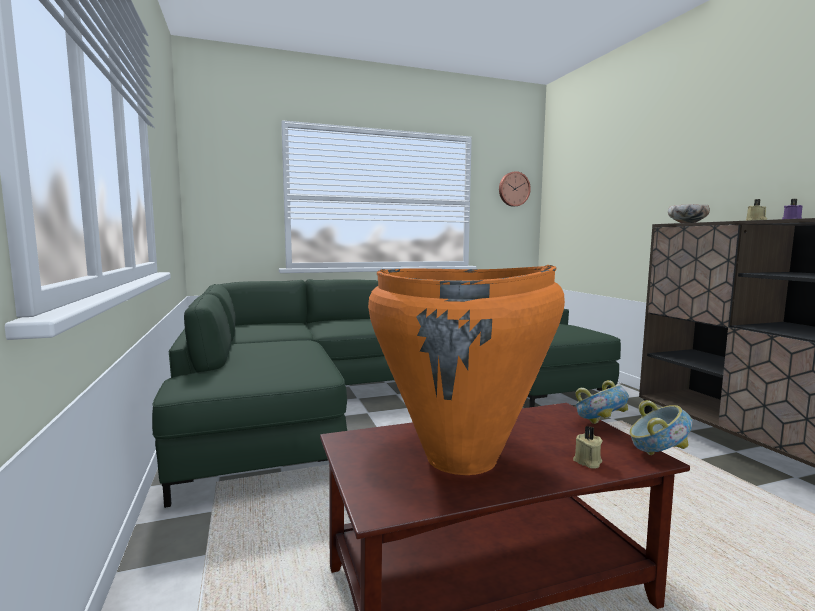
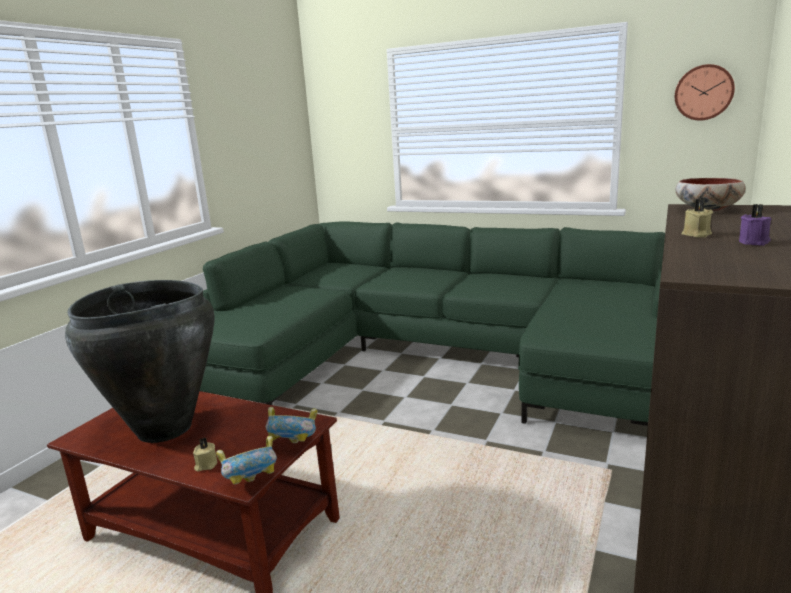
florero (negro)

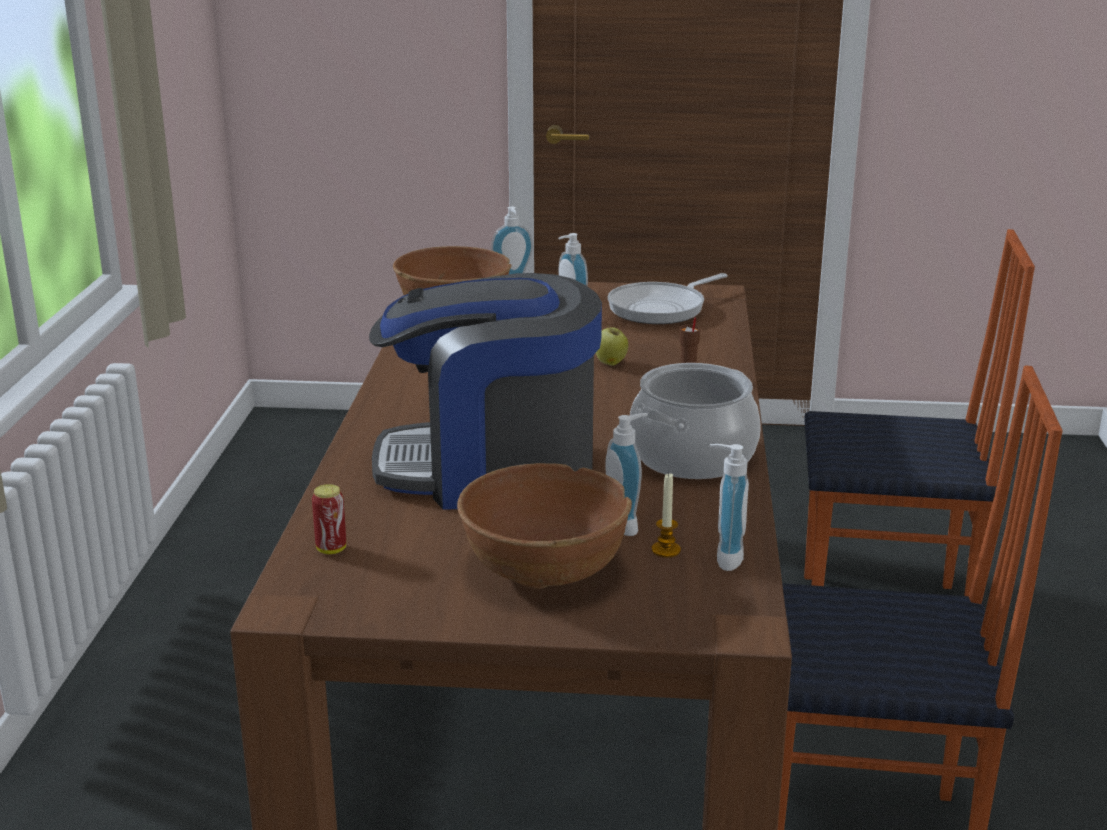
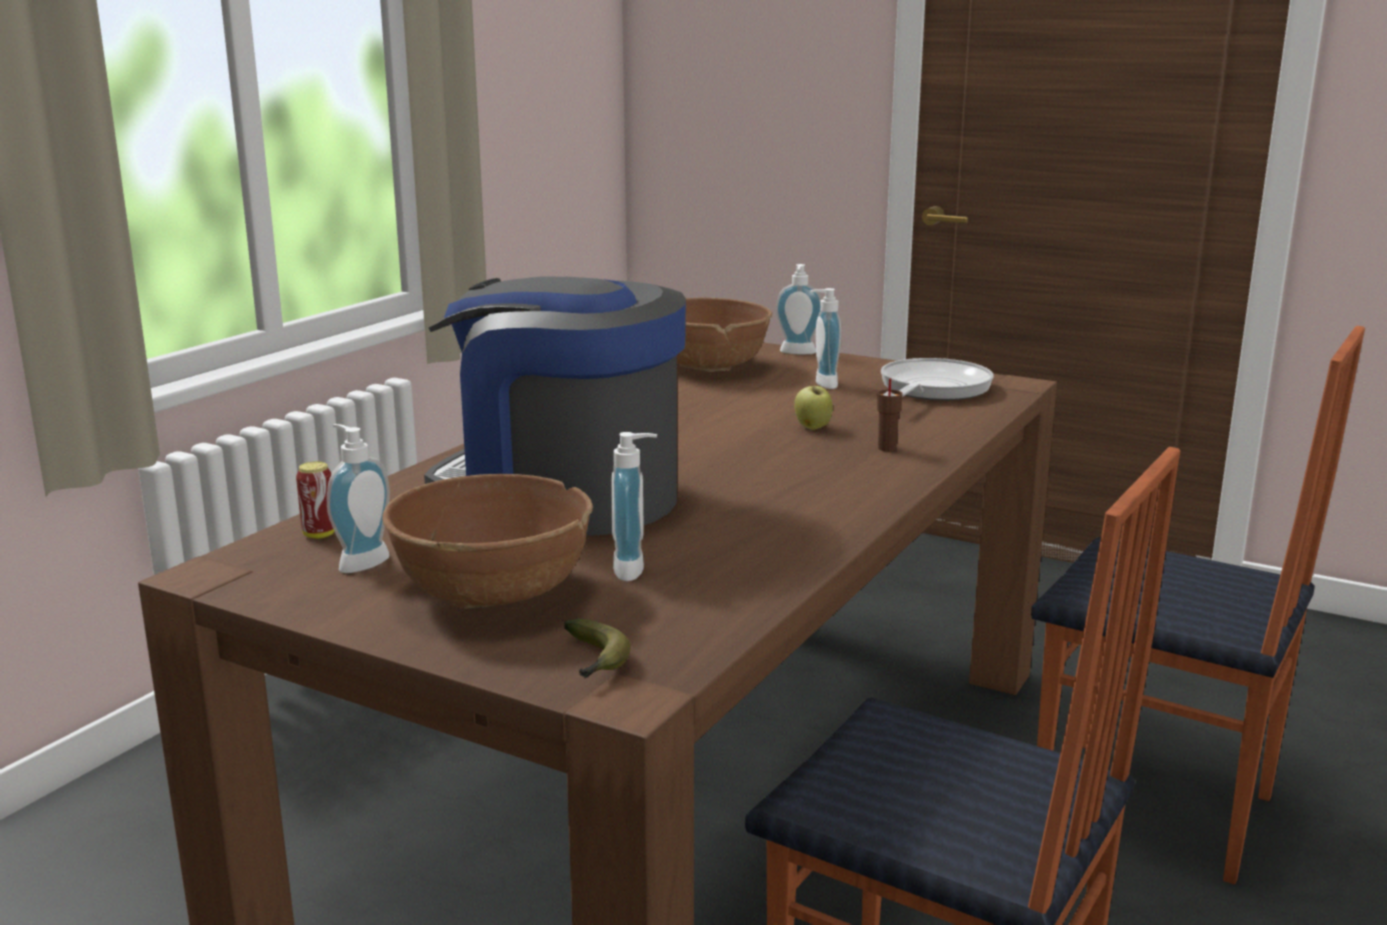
sartén
olla
vela
dispensador de jabón (no. 1 from left)
plátano

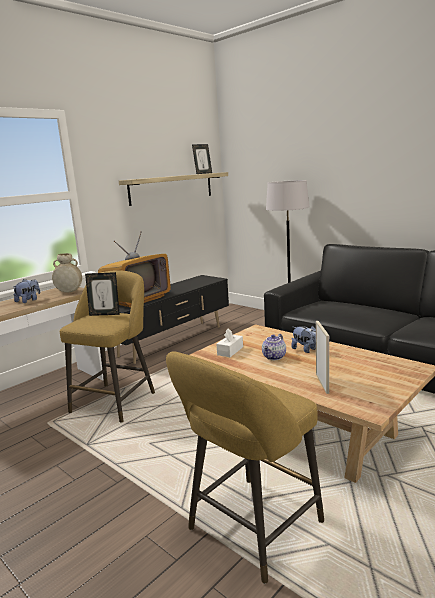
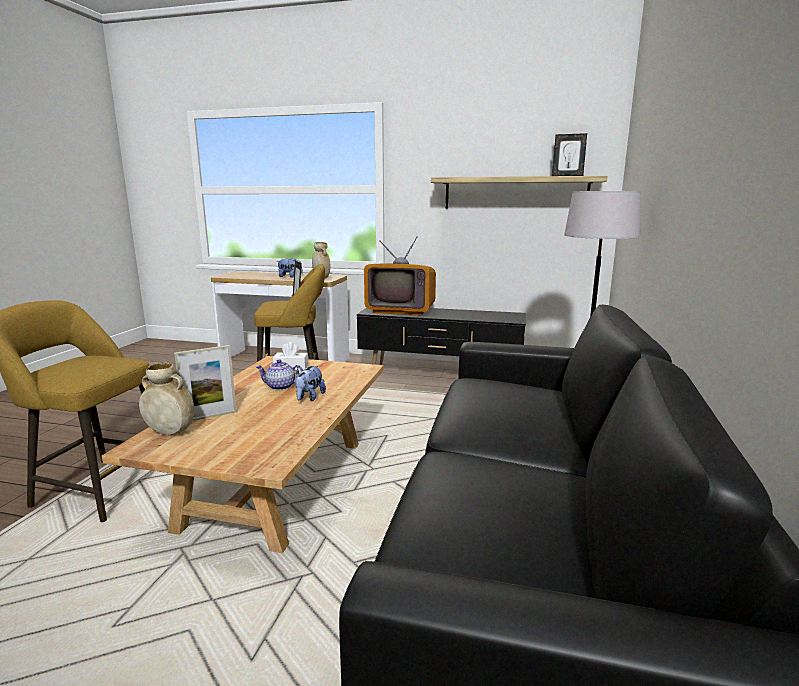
florero (beis) (no. 1 from left)

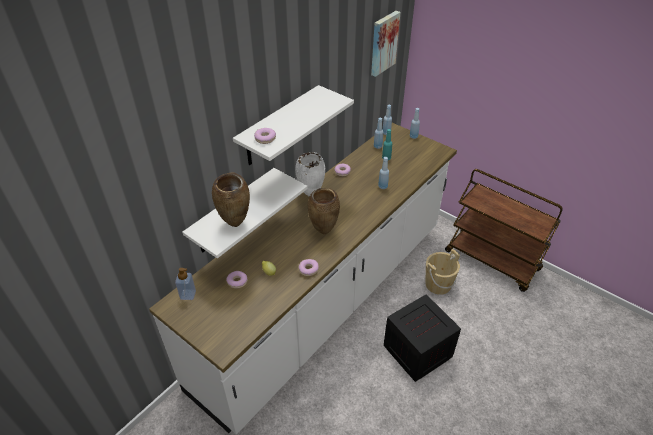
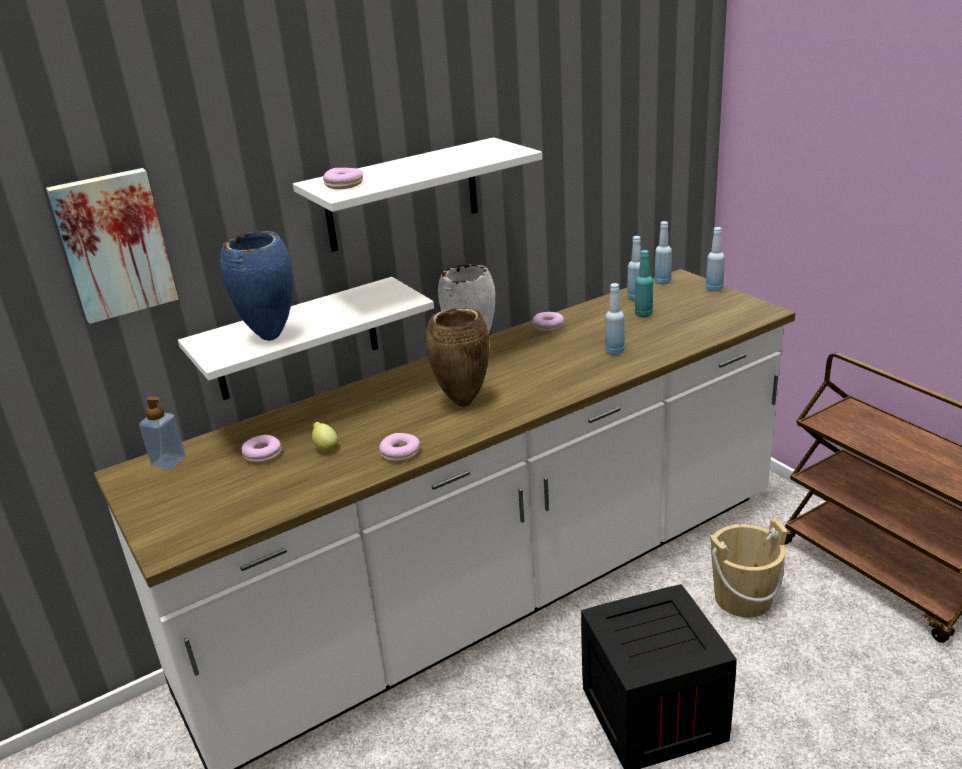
florero (azul)
cuadro

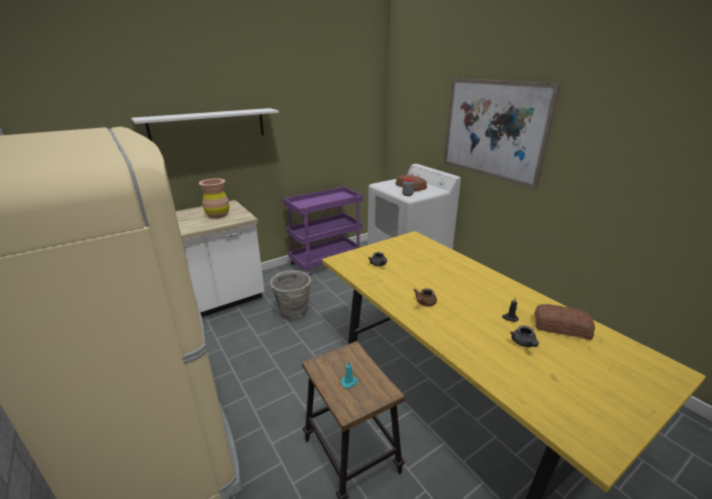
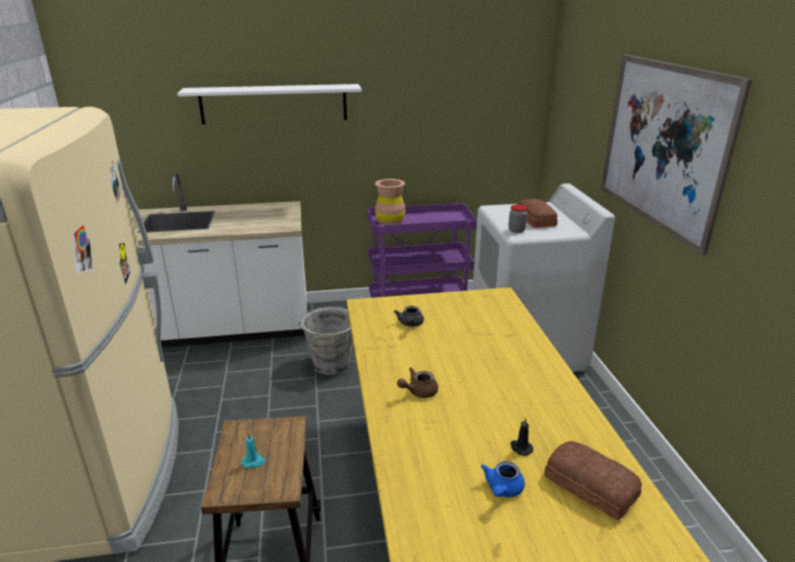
florero (marrón)
tetera (azul)

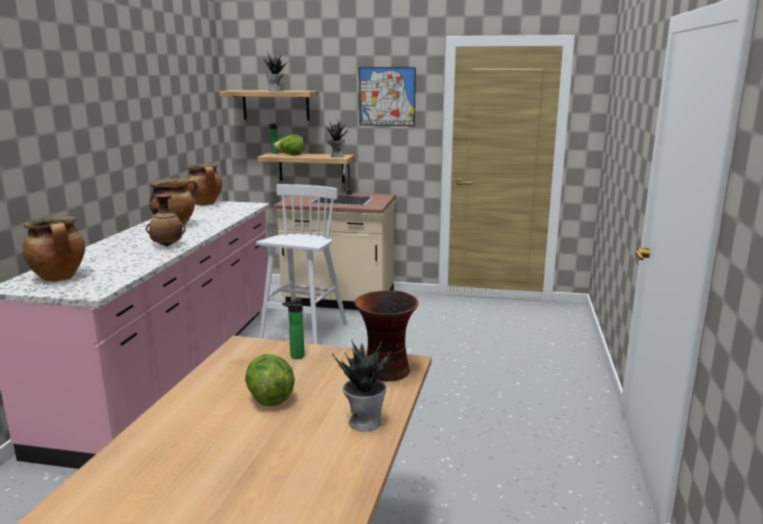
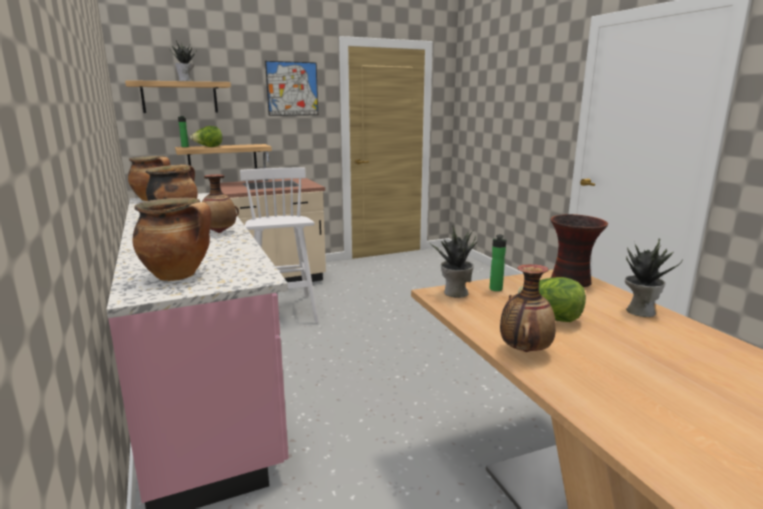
planta en maceta (no. 2 from left)
florero (no. 2 from left)

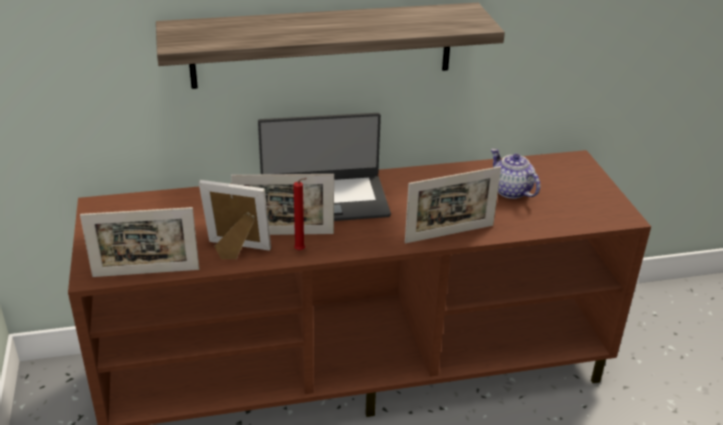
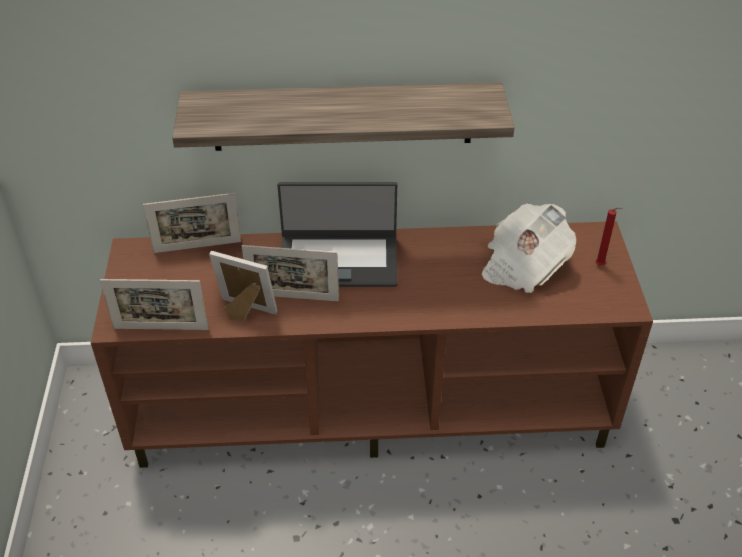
vela (rojo)
portarretratos (no. 2 from left)
periódico

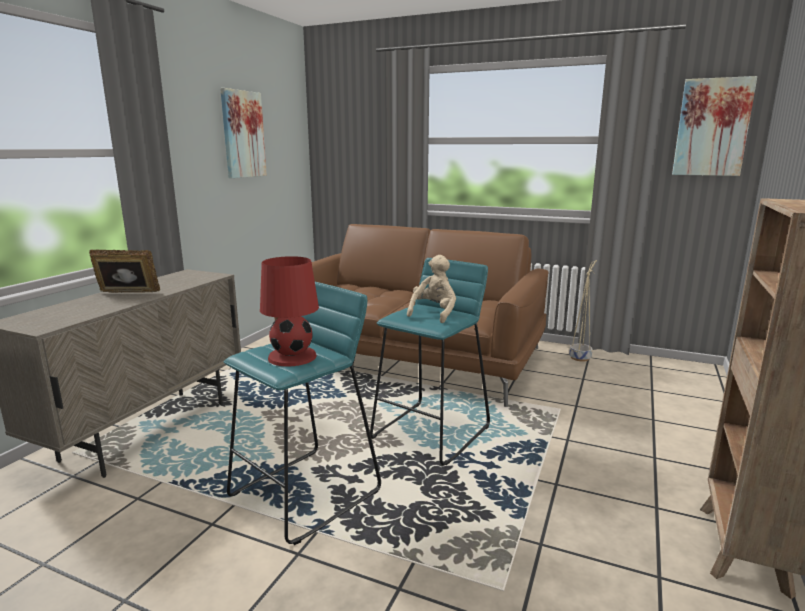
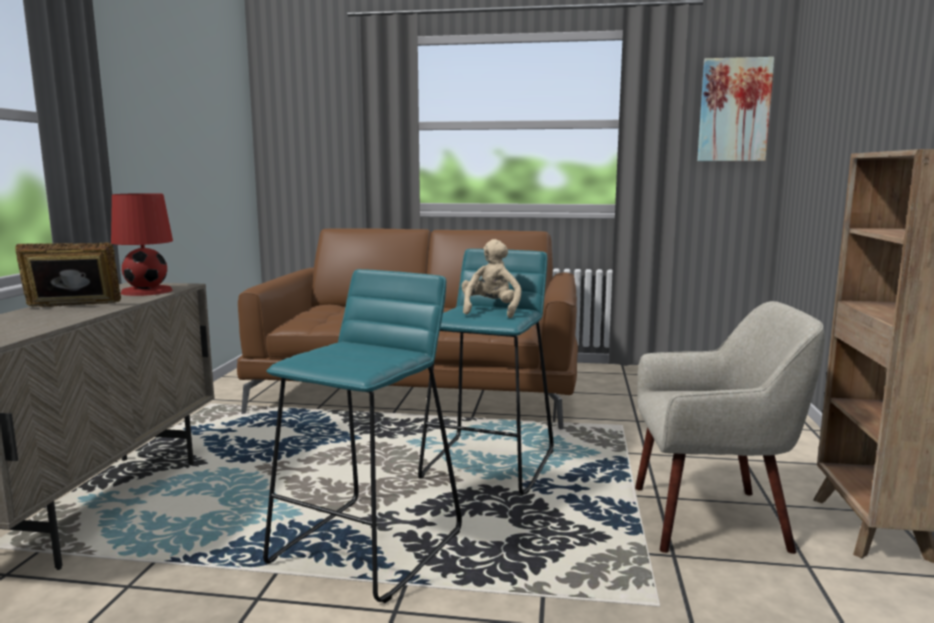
cuadro (no. 1 from left in the first image)
lámpara de mesa (rojo)
maceta (beis)
sillón (beis)

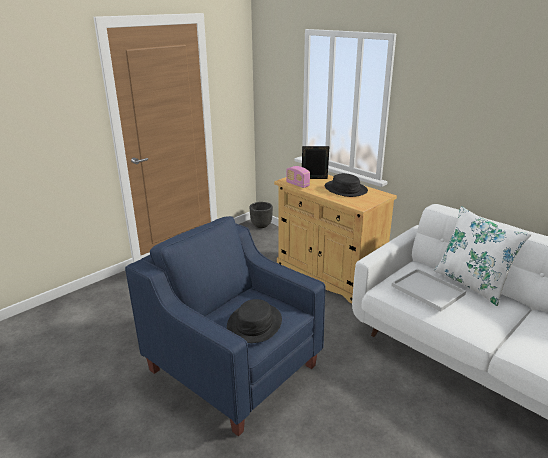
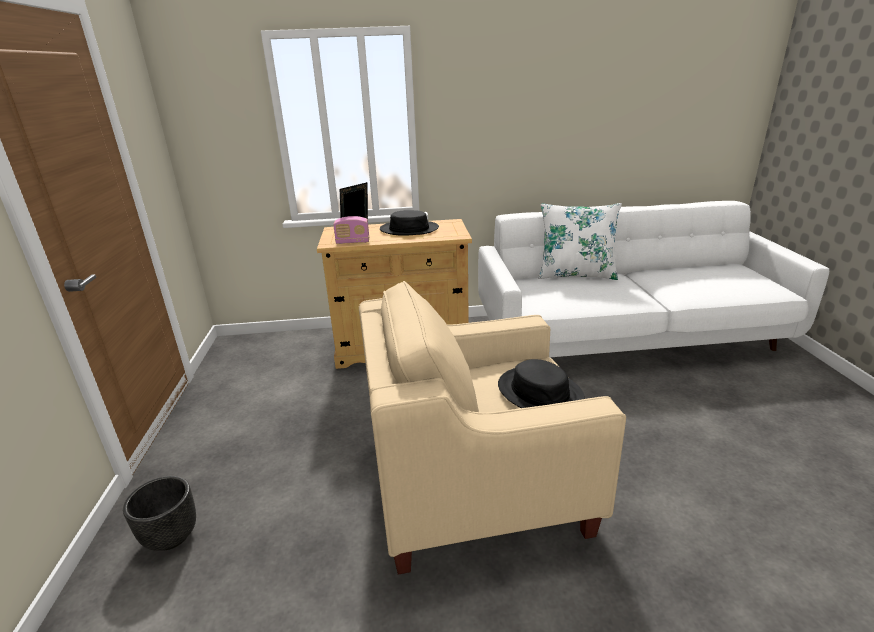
sillón (beis)
maceta (negro)
bandeja (blanco)

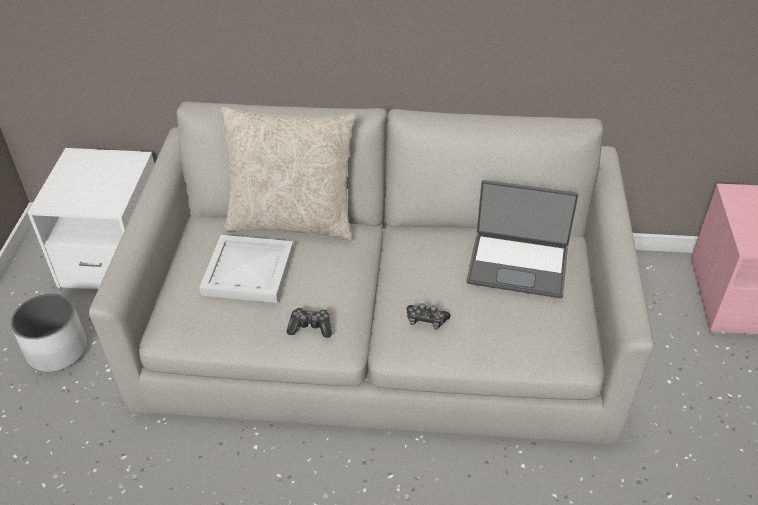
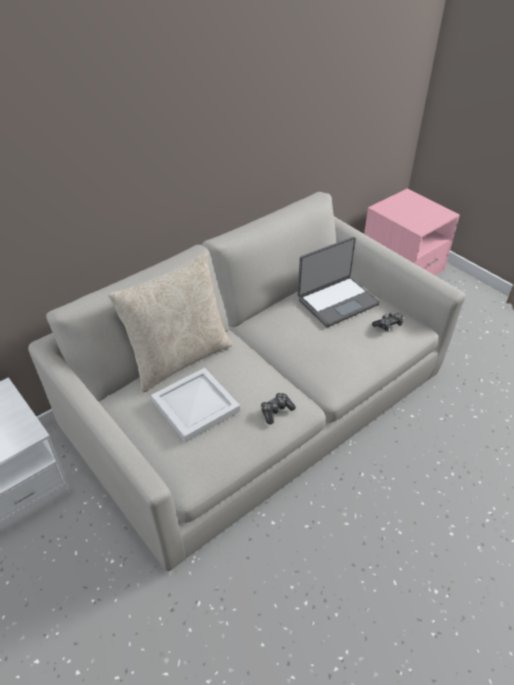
maceta (blanco)
mando de consola (no. 2 from left)

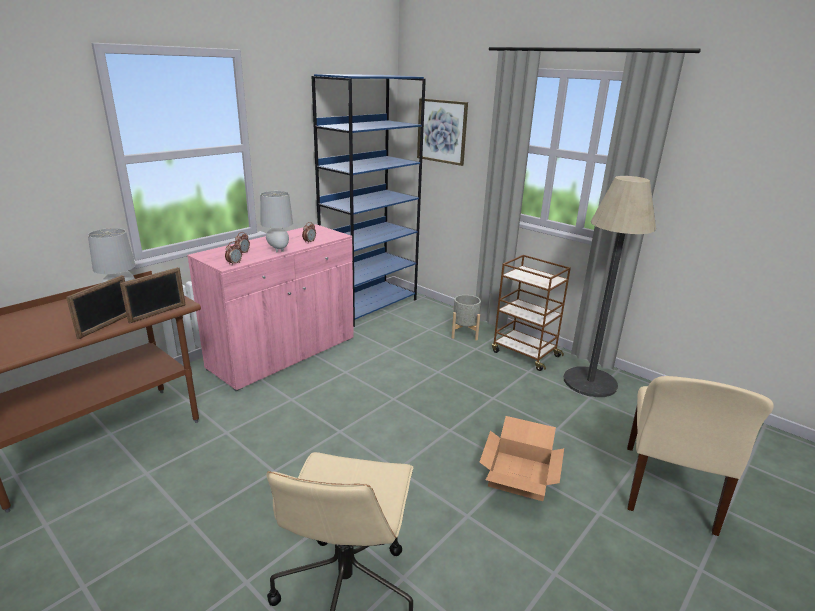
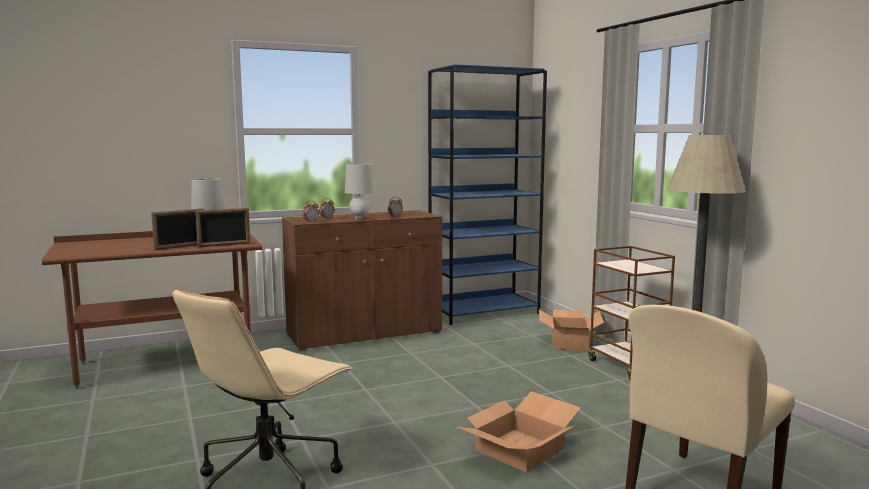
armario (marrón)
cuadro
caja de cartón (no. 2 from left)

